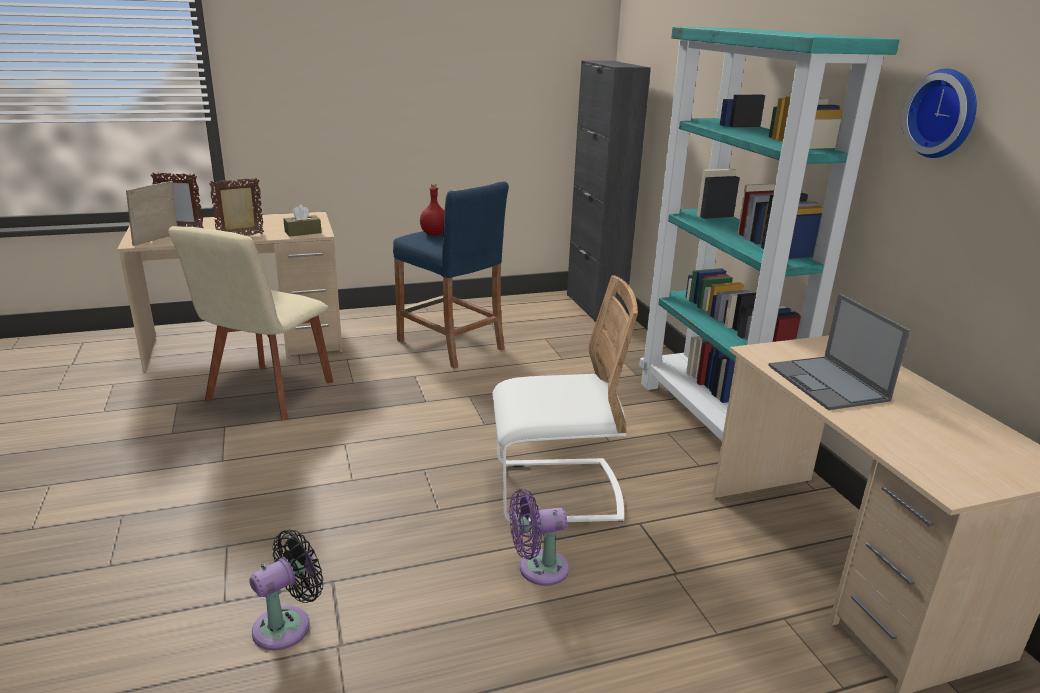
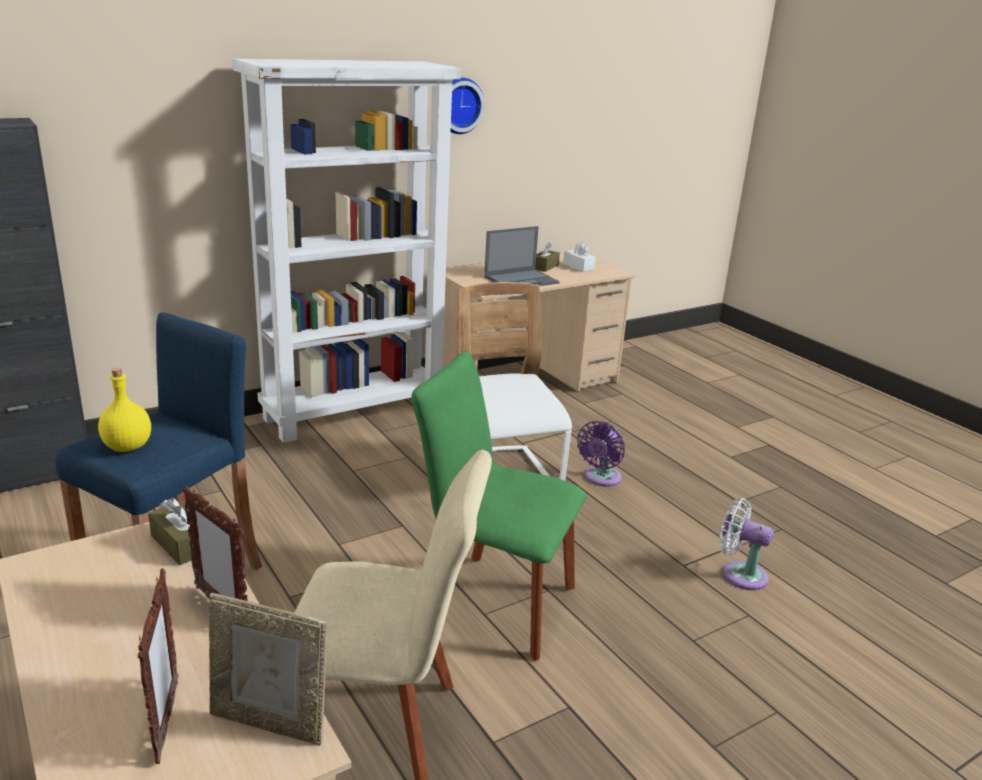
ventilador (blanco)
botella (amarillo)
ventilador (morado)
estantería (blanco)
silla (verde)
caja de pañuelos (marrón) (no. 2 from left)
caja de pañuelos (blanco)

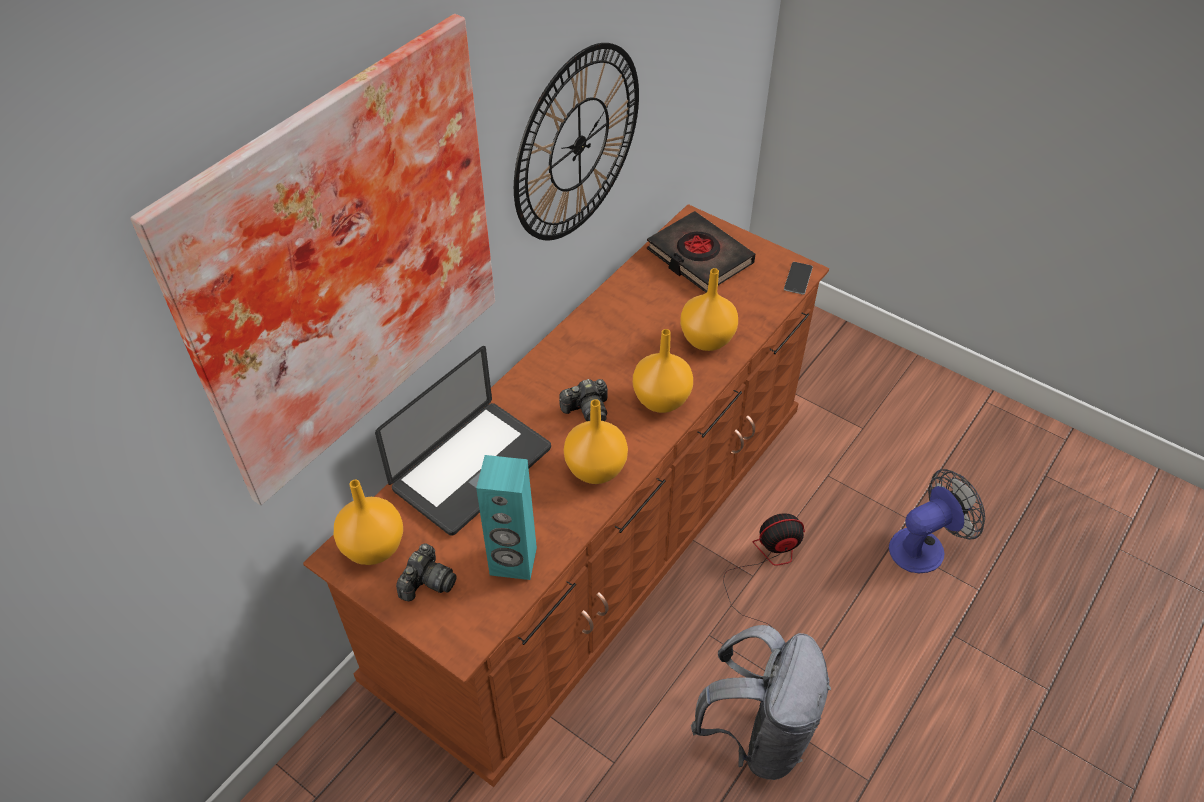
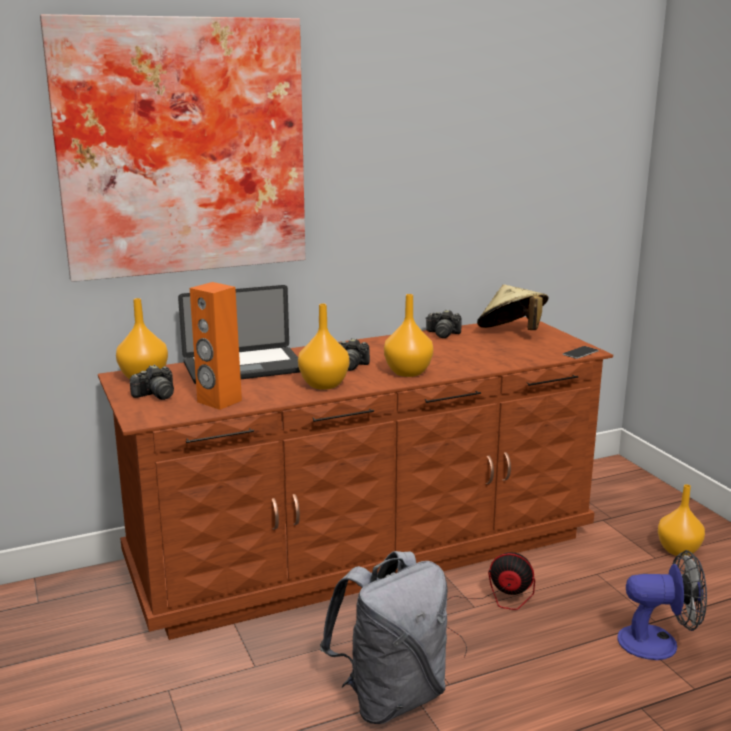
altavoz (naranja)
reloj de pared
sombrero (beis)
florero (naranja) (no. 4 from left)
cámara (no. 3 from left)

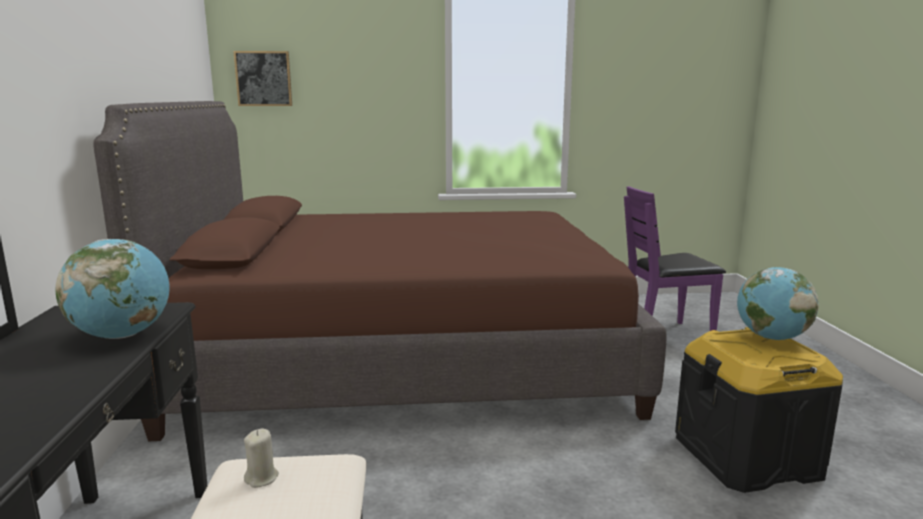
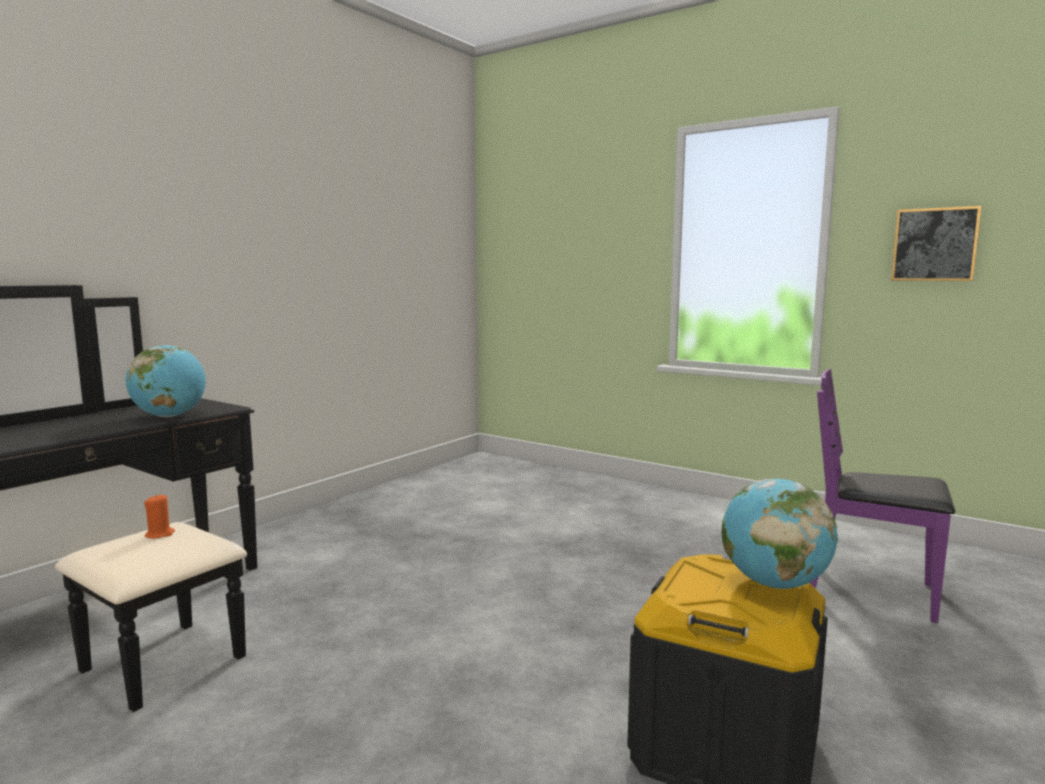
cama (marrón)
cuadro
vela (naranja)

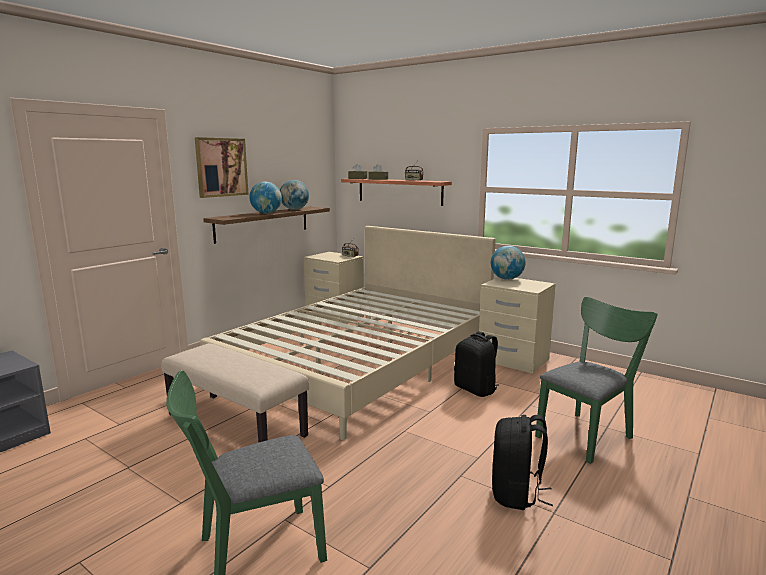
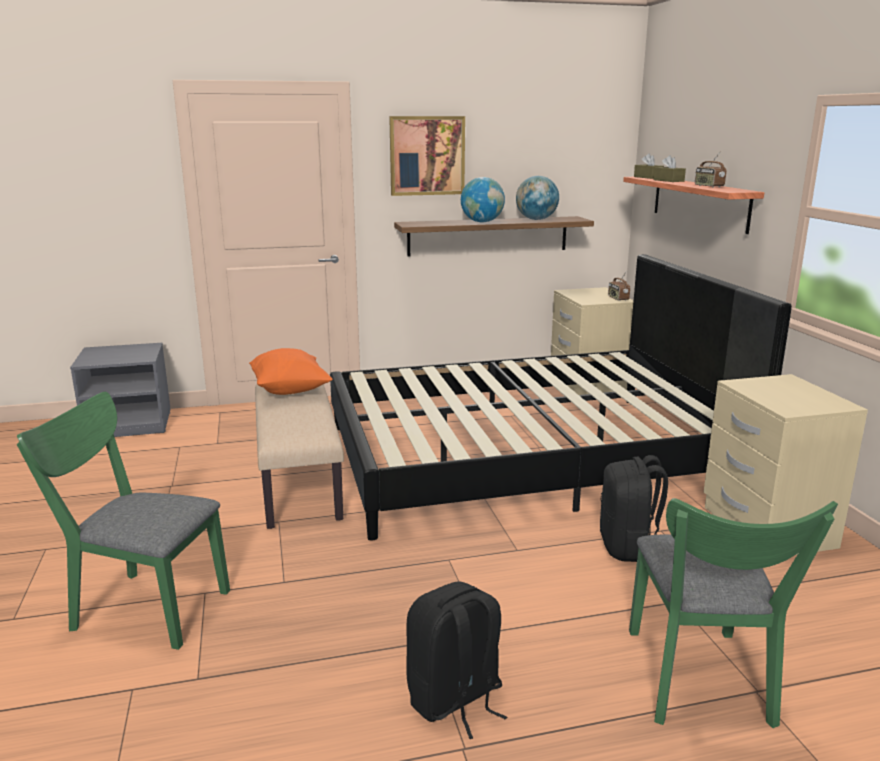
cama (negro)
globo terráqueo (no. 3 from left in the first image)
silla (verde) (no. 2 from left)
cojín (naranja)

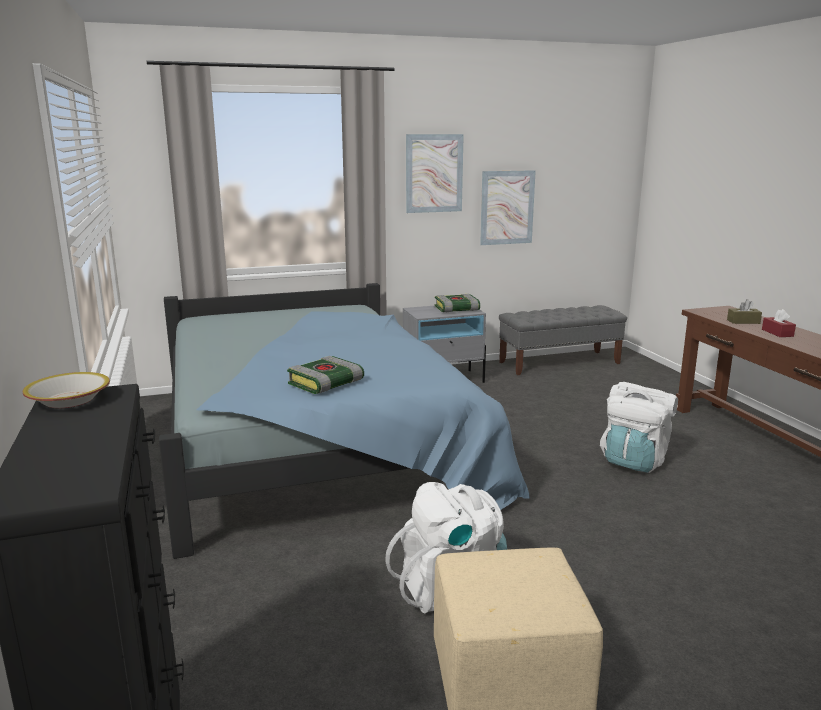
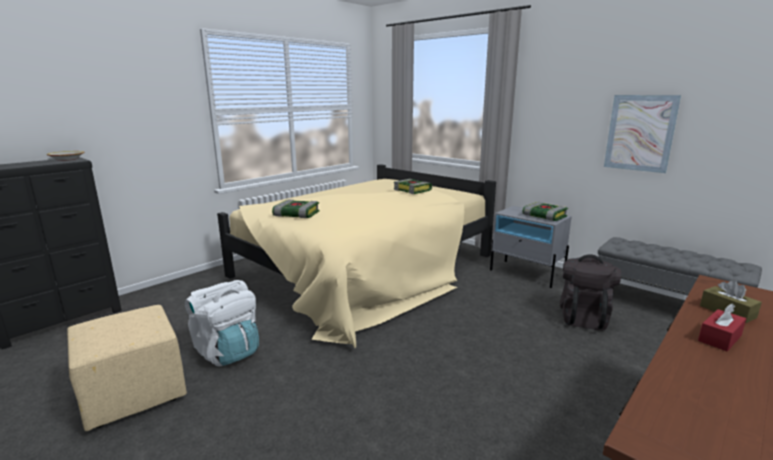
cama (beis)
cuadro (no. 1 from left in the first image)
mochila (blanco) (no. 2 from left in the first image)
libro (no. 2 from left)
mochila (negro)

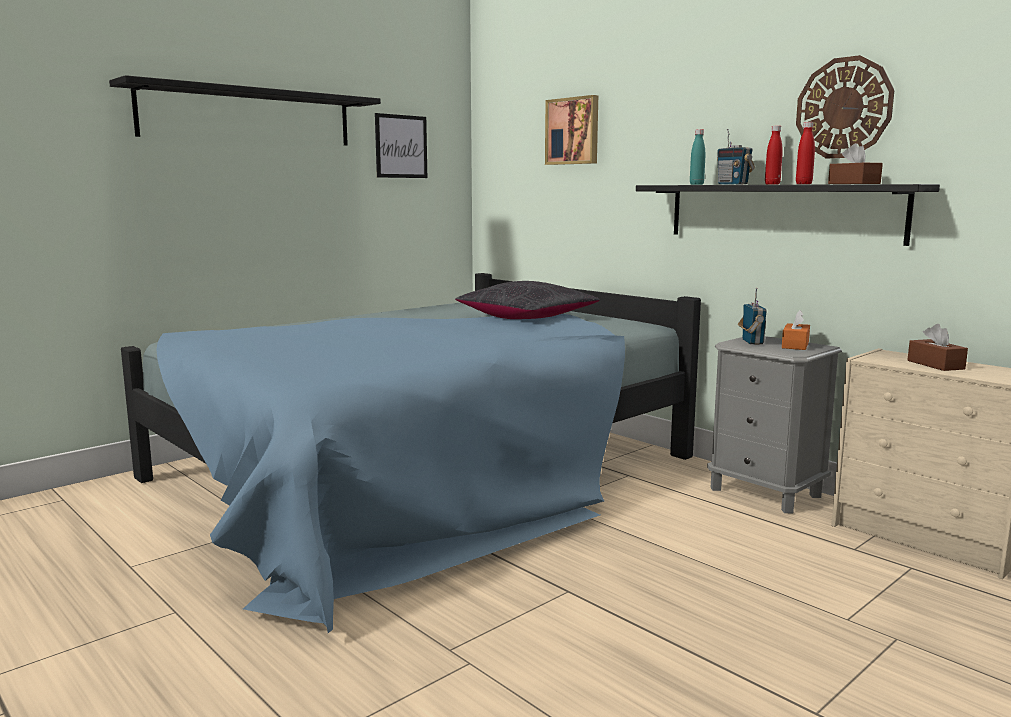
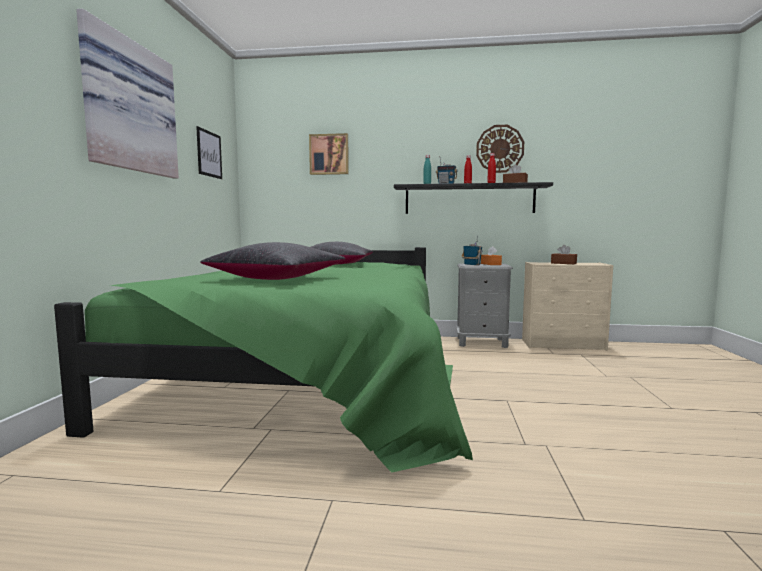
cuadro (no. 1 from left)
cama (verde)
cojín (negro) (no. 1 from left)

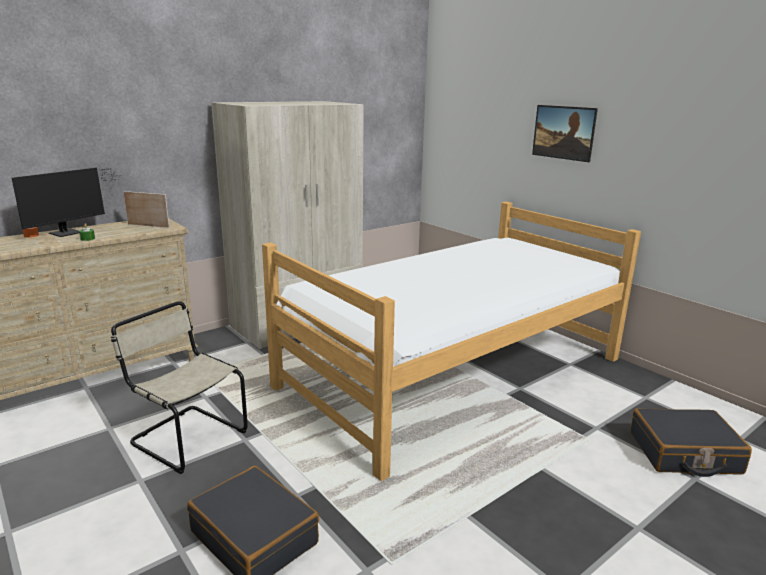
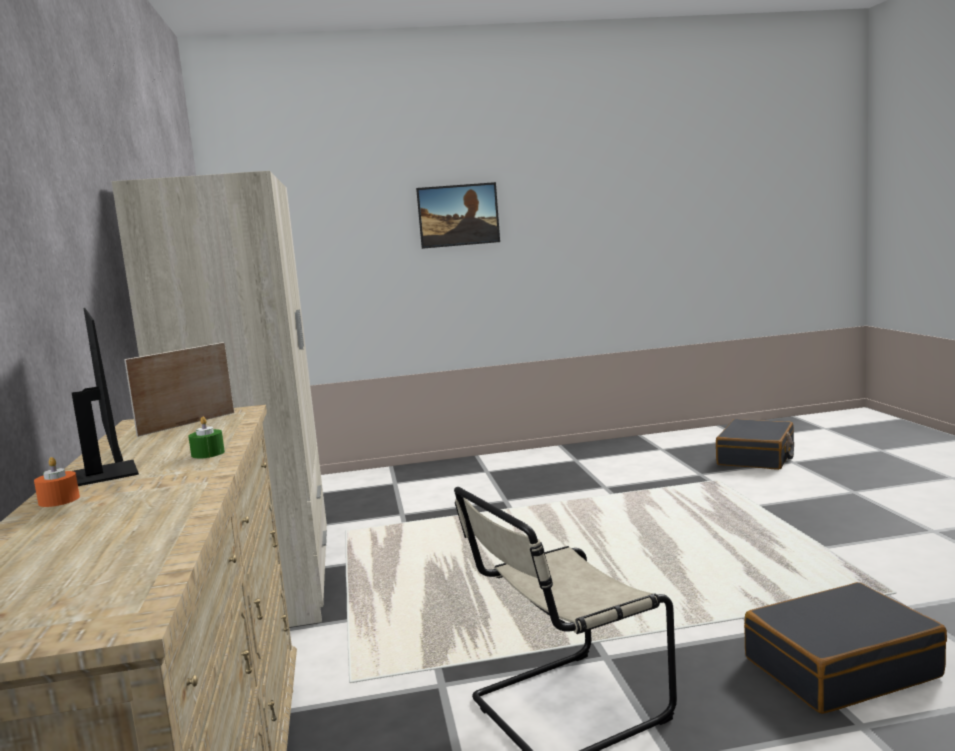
cama

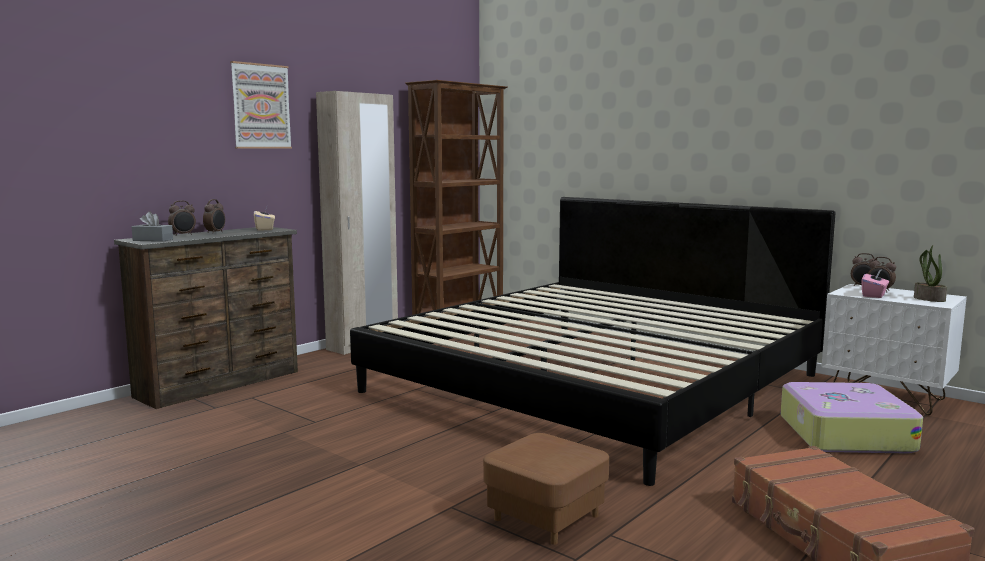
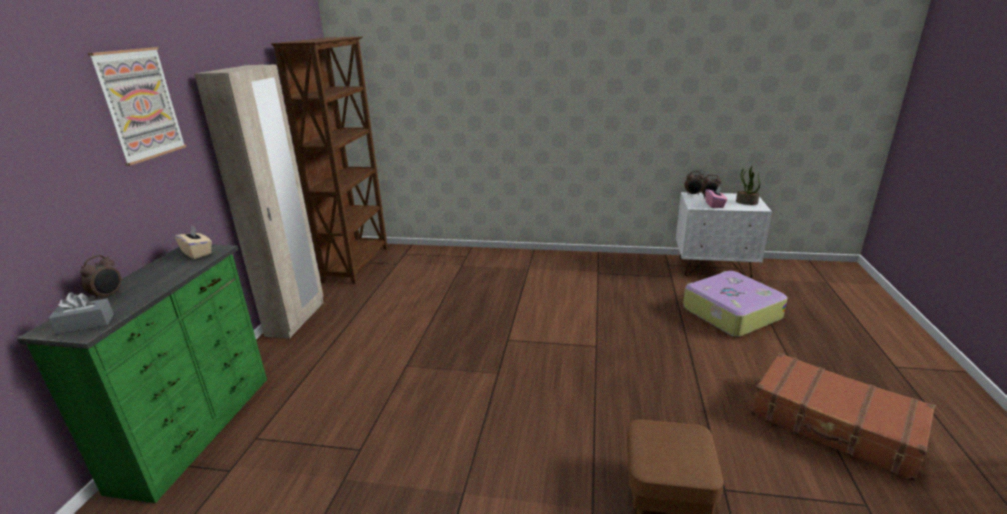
cómoda (verde)
despertador (no. 2 from left in the first image)
cama

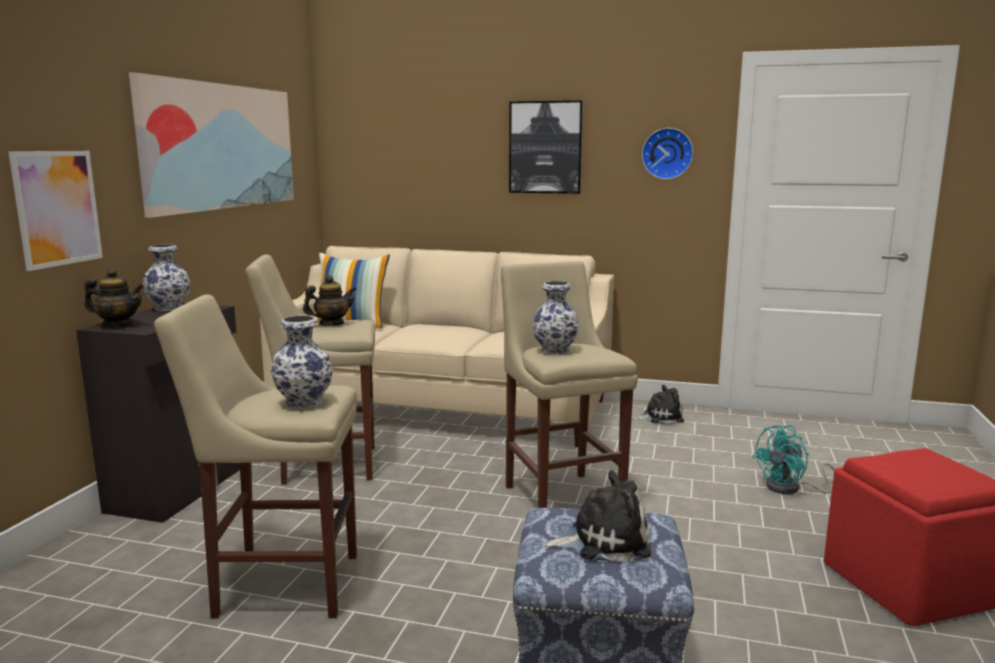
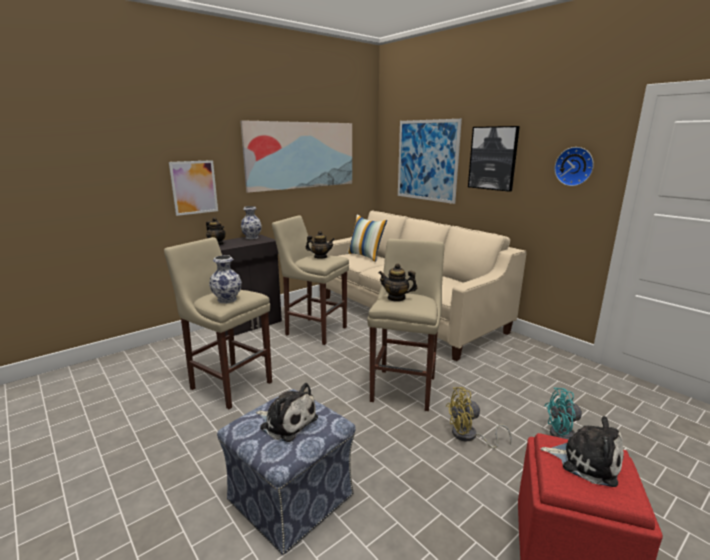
tetera (no. 3 from left)
peluche (no. 2 from left)
cuadro (no. 3 from left)
ventilador (amarillo)

